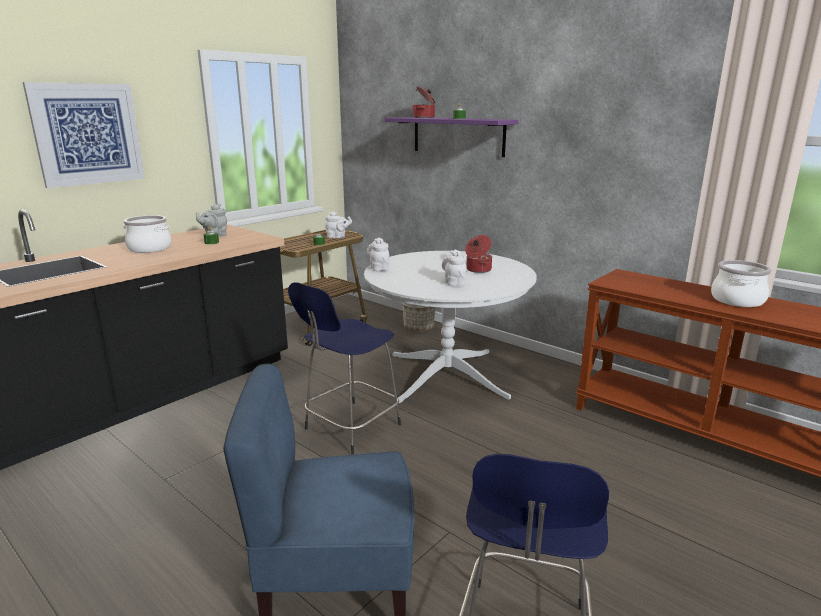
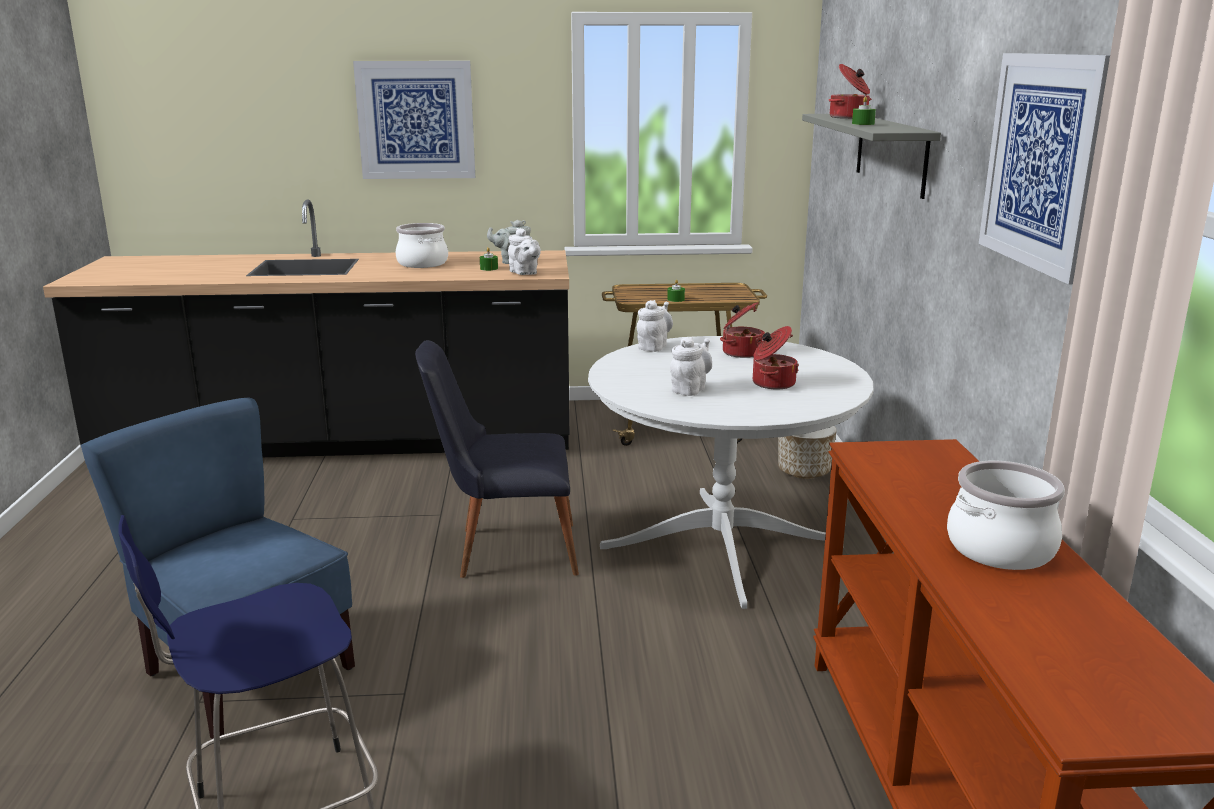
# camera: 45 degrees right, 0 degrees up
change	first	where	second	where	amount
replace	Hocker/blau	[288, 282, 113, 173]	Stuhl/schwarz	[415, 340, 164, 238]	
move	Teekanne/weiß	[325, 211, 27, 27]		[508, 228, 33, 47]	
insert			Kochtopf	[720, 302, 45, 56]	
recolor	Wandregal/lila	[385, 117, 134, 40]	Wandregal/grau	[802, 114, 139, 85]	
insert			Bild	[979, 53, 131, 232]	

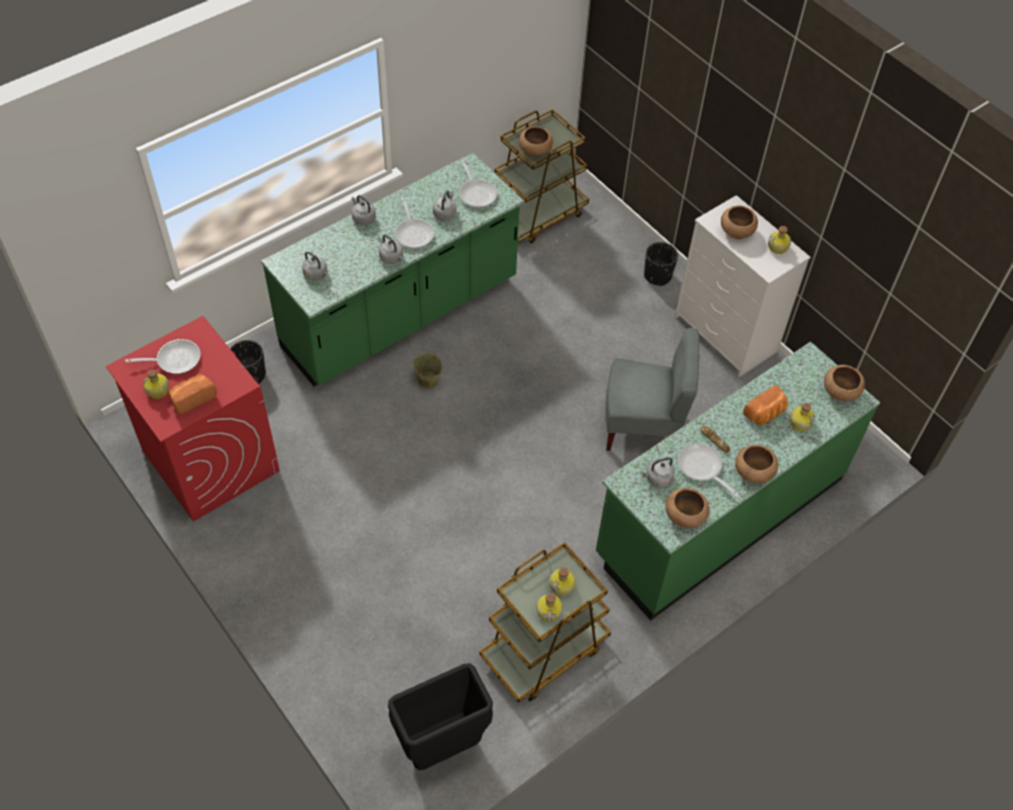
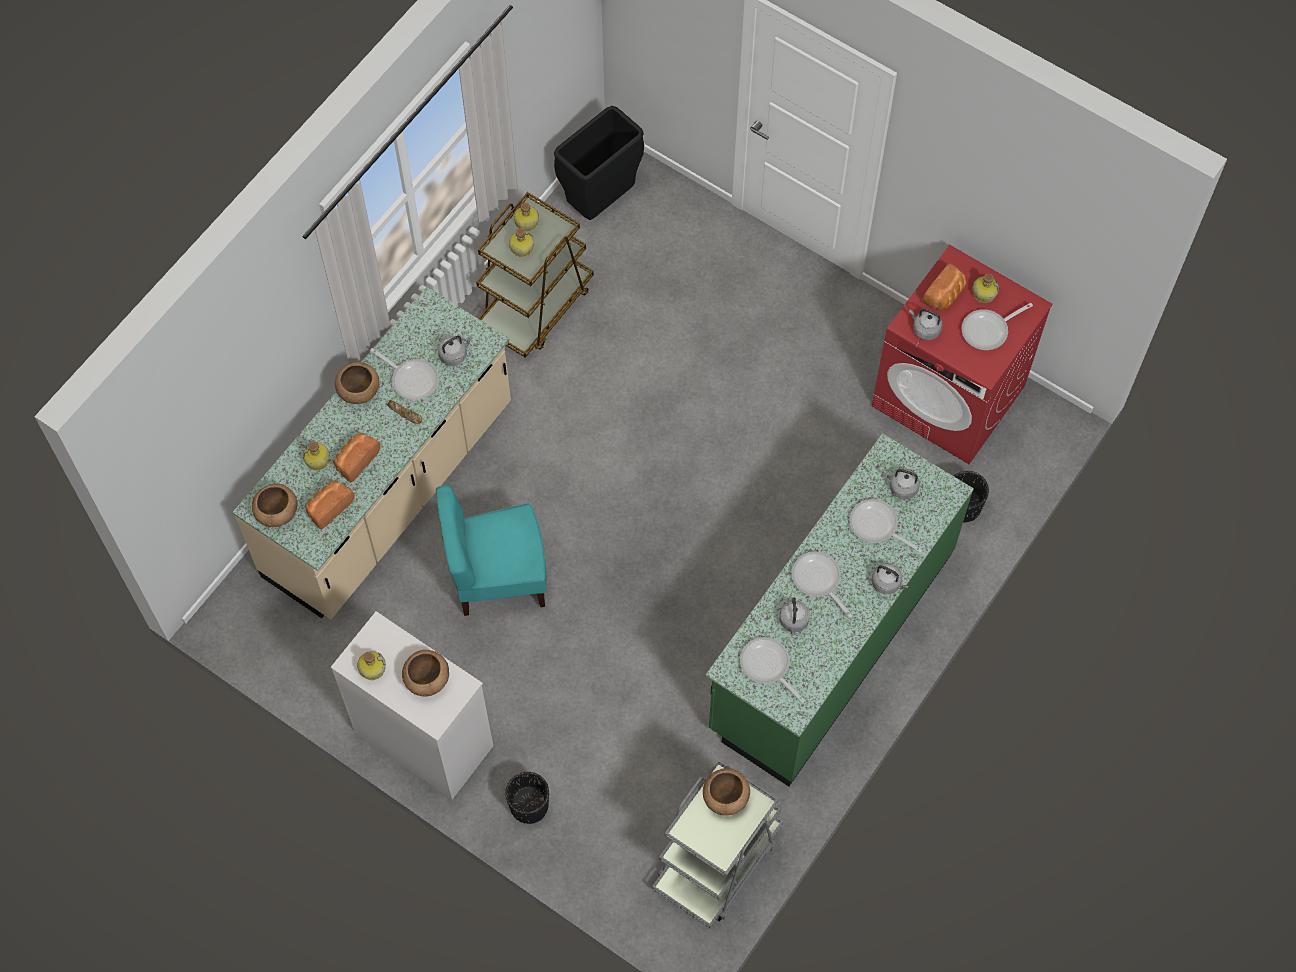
# camera: 165 degrees right, 10 degrees up
change	first	where	second	where	amount
recolor	Küchenzeile/grün	[596, 342, 284, 278]	Küchenzeile/beige	[232, 287, 279, 333]	
insert			Brot	[305, 481, 50, 48]	
recolor	Stuhl/grau	[605, 328, 95, 123]	Stuhl/türkis	[436, 485, 110, 131]	
recolor	Rollwagen/braun	[494, 109, 95, 135]	Rollwagen/grau	[652, 759, 131, 169]	
insert			Pfanne	[850, 499, 72, 54]	
move	Wasserkessel/grau	[379, 234, 24, 30]		[909, 309, 33, 31]	
delete	Eimer/beige	[413, 353, 30, 35]			
delete	Schüssel/braun	[666, 488, 43, 40]			

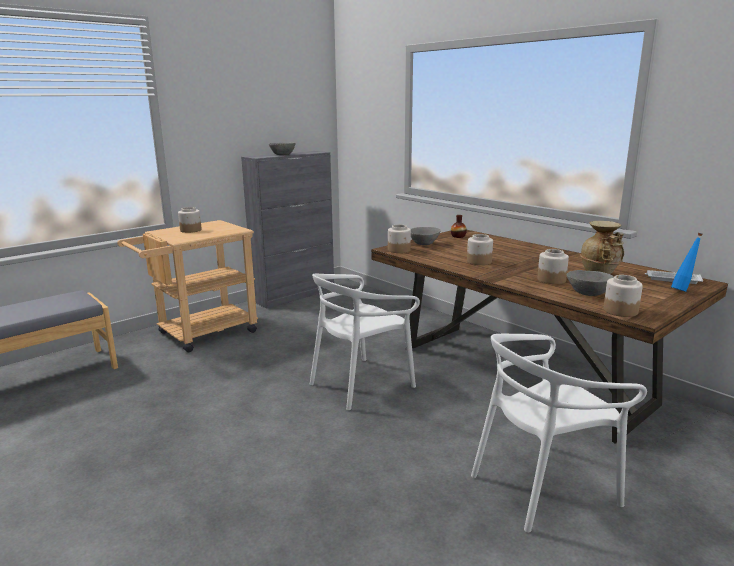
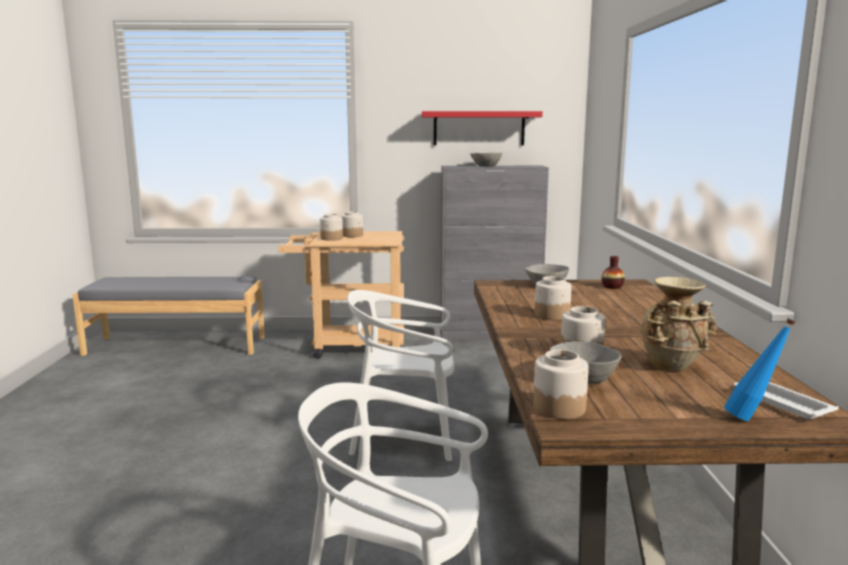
# camera: 40 degrees right, 5 degrees down
change	first	where	second	where	amount
move	Vorratsglas	[388, 224, 23, 29]		[320, 214, 23, 27]	
insert			Wandregal/rot	[422, 111, 121, 34]	

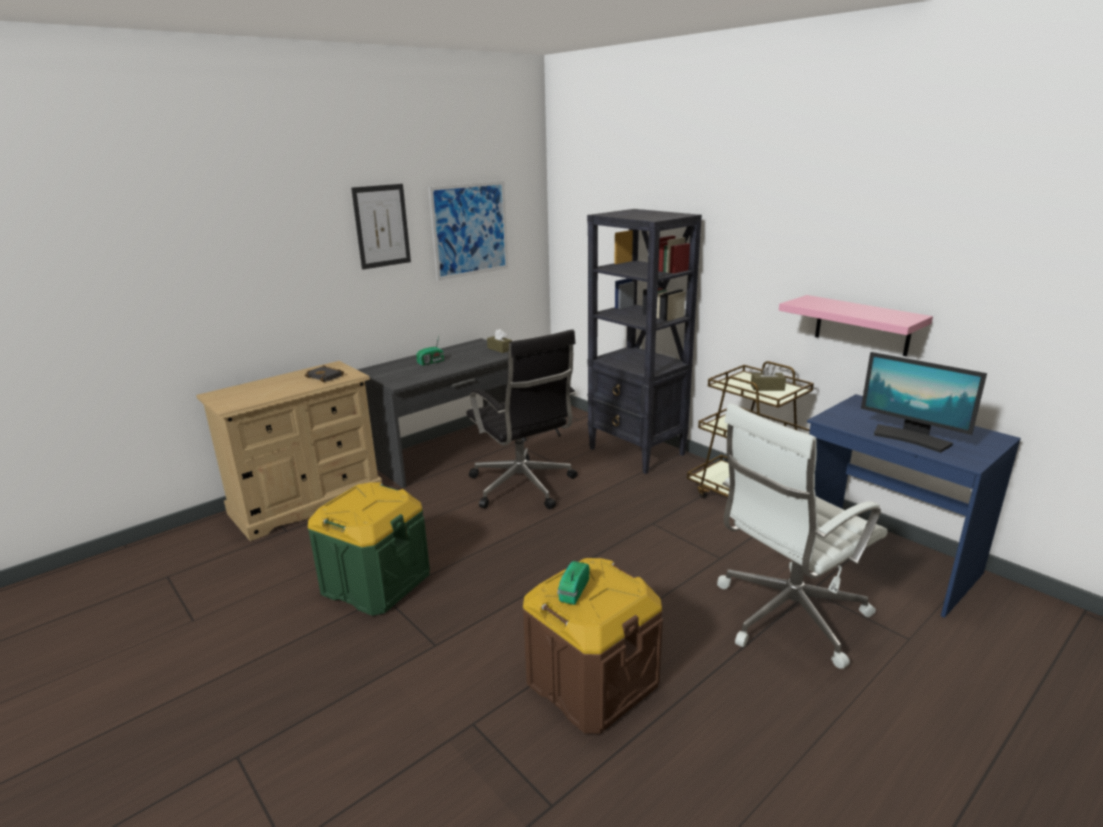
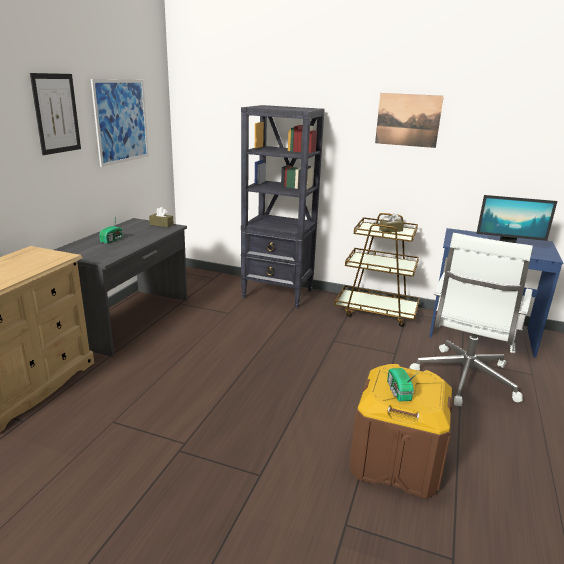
# camera: 30 degrees left, 0 degrees up
change	first	where	second	where	amount
insert			Bild	[375, 93, 69, 55]	
delete	Buch/schwarz	[305, 365, 39, 17]			
delete	Aufbewahrungsbox/grün	[308, 482, 122, 134]			
delete	Bürostuhl/schwarz	[467, 329, 111, 180]			
delete	Wandregal/rosa	[779, 295, 154, 62]			

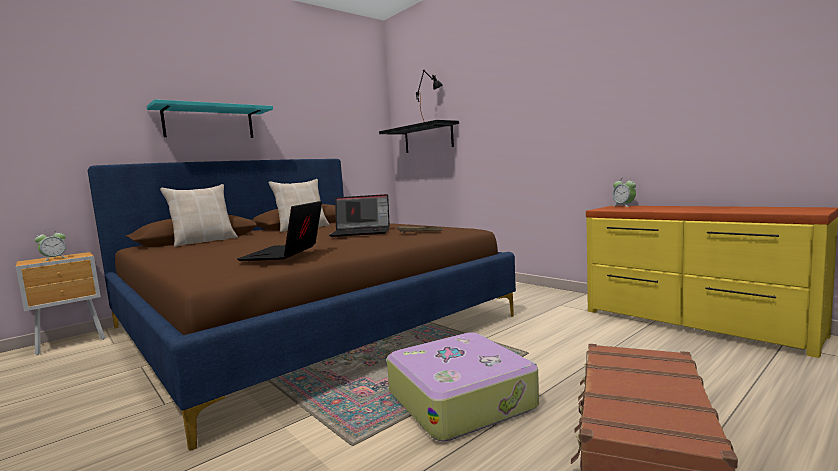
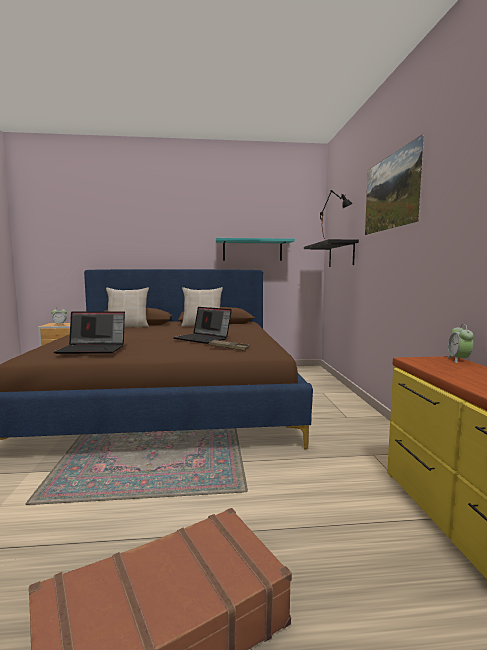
# camera: 35 degrees right, 0 degrees up
change	first	where	second	where	amount
rotate	Laptop	[237, 201, 85, 60]		[54, 311, 71, 43]	135 degrees counterclockwise
move	Wandregal/türkis	[147, 99, 126, 39]		[216, 238, 79, 23]	
insert			Bild	[365, 134, 59, 101]	
delete	Koffer	[387, 333, 152, 108]			

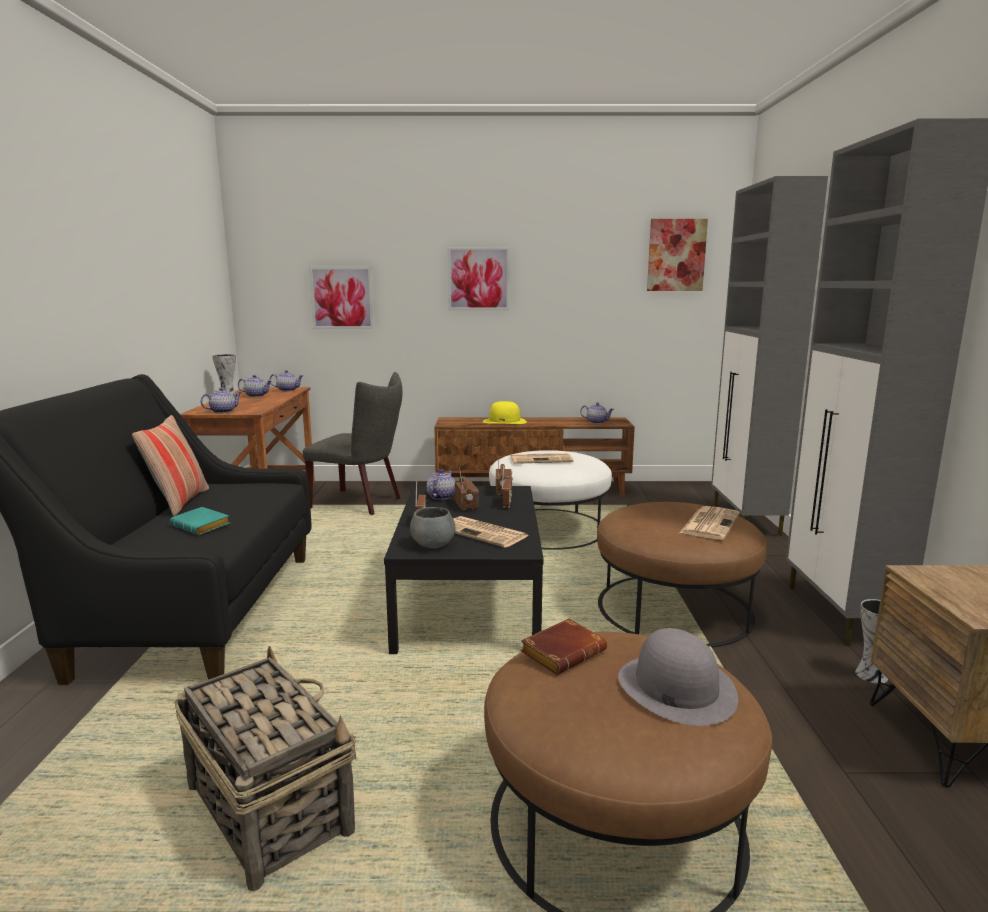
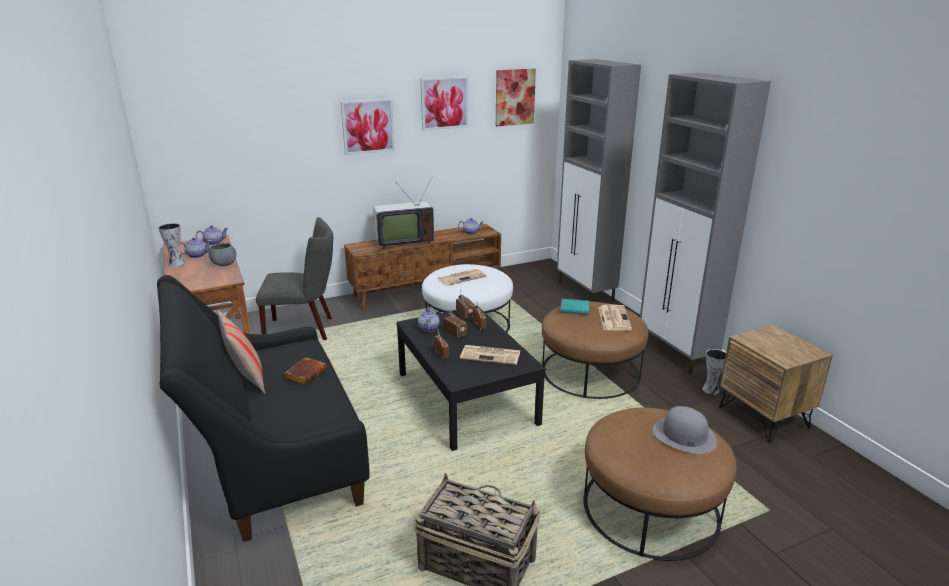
# camera: 25 degrees left, 10 degrees up
change	first	where	second	where	amount
move	Schüssel/grau	[410, 507, 46, 41]		[209, 243, 28, 23]	
move	Buch/braun	[520, 618, 87, 57]		[284, 357, 43, 28]	
replace	Hut/gelb	[483, 401, 44, 23]	Fernseher	[373, 177, 61, 72]	
move	Bild	[309, 267, 65, 62]		[421, 76, 48, 55]	
move	Buch/türkis	[170, 507, 60, 28]		[561, 299, 28, 16]	
delete	Teekanne	[201, 388, 41, 25]			

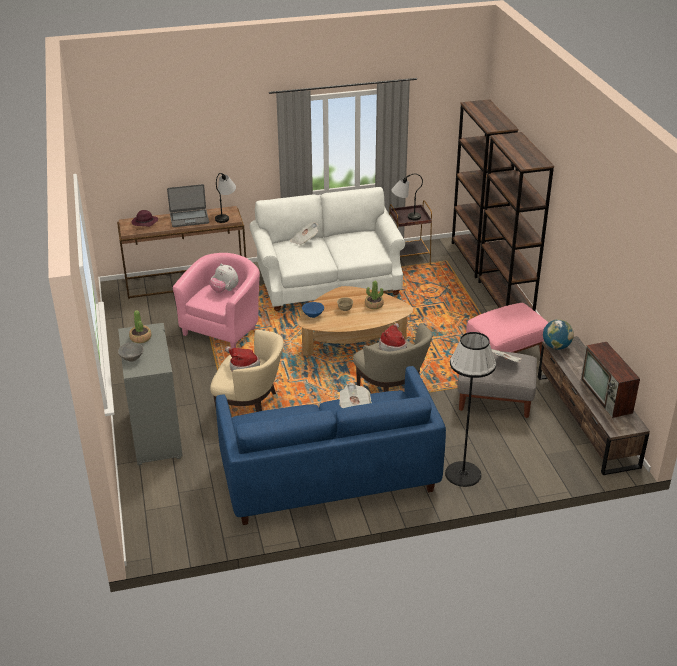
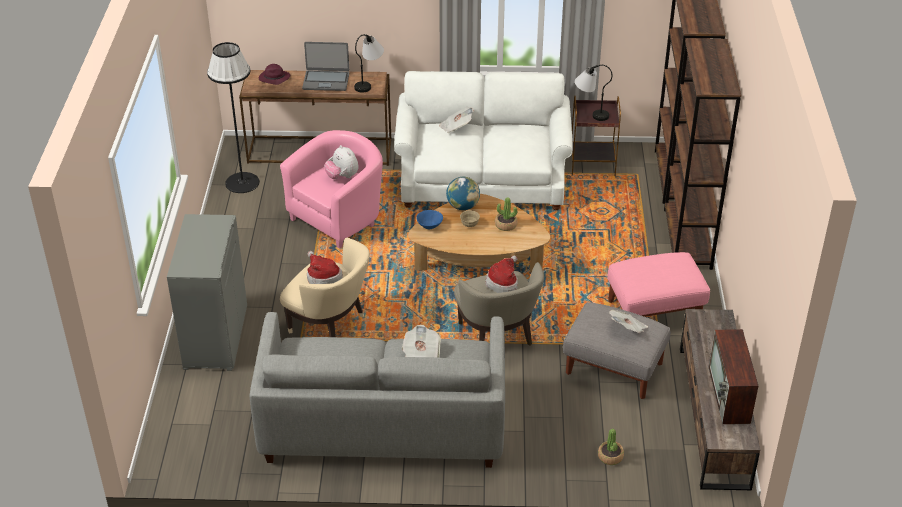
# camera: 15 degrees right, 5 degrees up
change	first	where	second	where	amount
move	Stehlampe/schwarz	[445, 332, 51, 155]		[207, 42, 53, 151]	
recolor	Sofa/blau	[216, 366, 230, 159]	Sofa/grau	[250, 312, 255, 156]	
move	Globus	[543, 319, 31, 31]		[446, 177, 34, 33]	
move	Topfpflanze	[129, 310, 22, 33]		[598, 429, 26, 36]	
delete	Schüssel/grau	[118, 342, 26, 20]			

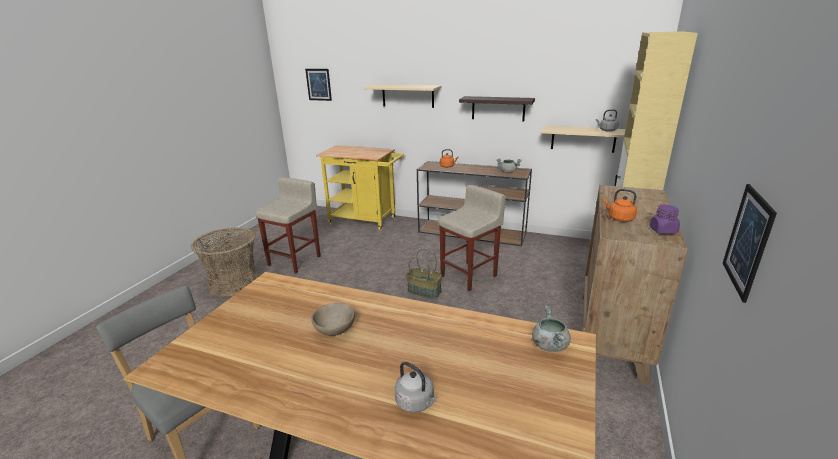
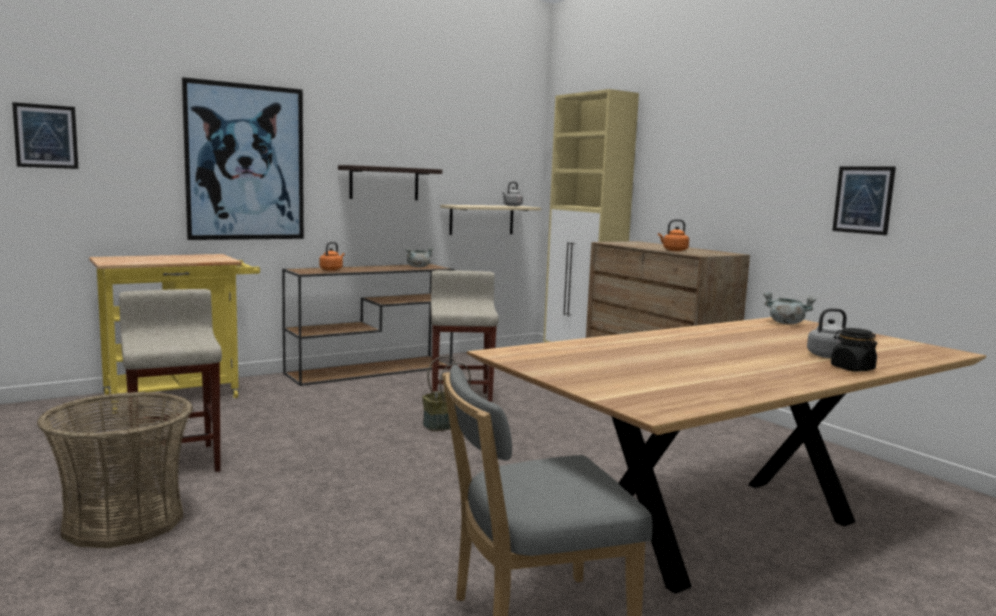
# camera: 55 degrees left, 15 degrees down
change	first	where	second	where	amount
replace	Wandregal/beige	[364, 84, 78, 24]	Bild	[182, 77, 122, 163]	
insert			Vorratsglas/schwarz	[831, 328, 46, 44]	
delete	Schüssel/beige	[311, 303, 44, 33]			
delete	Vorratsglas/lila	[650, 204, 30, 30]			

